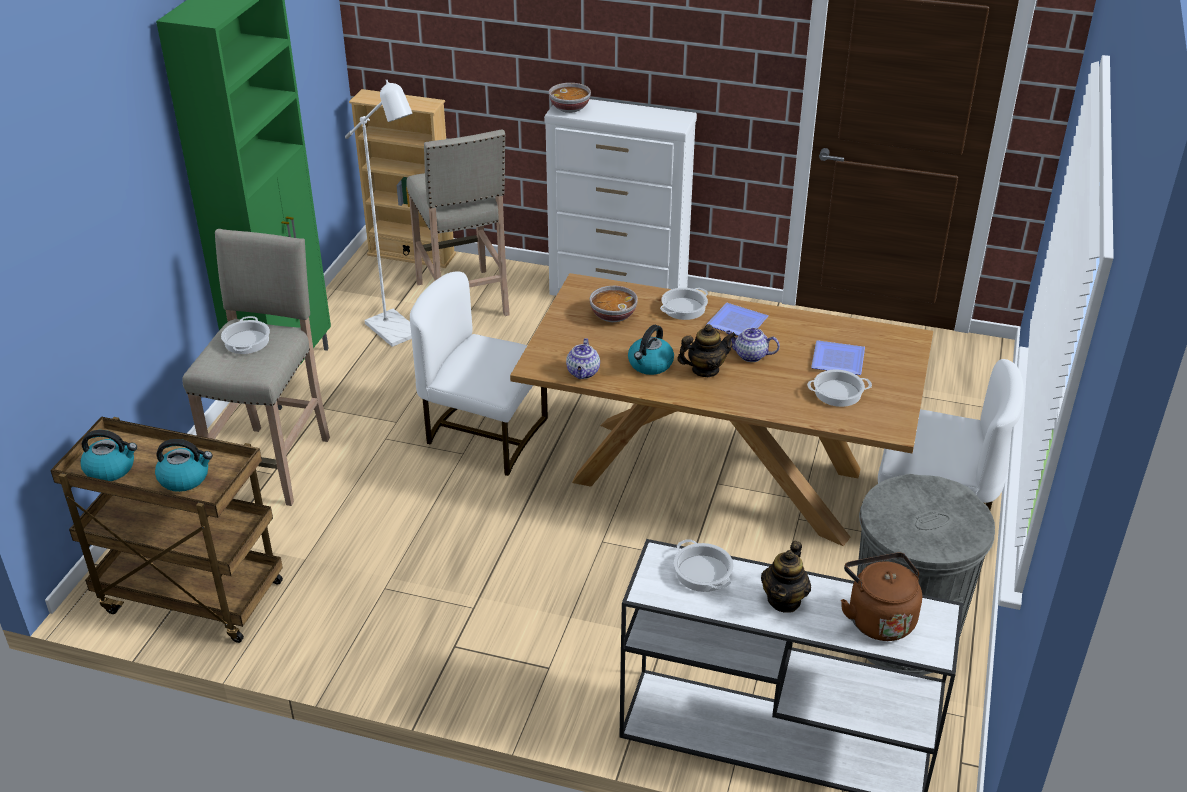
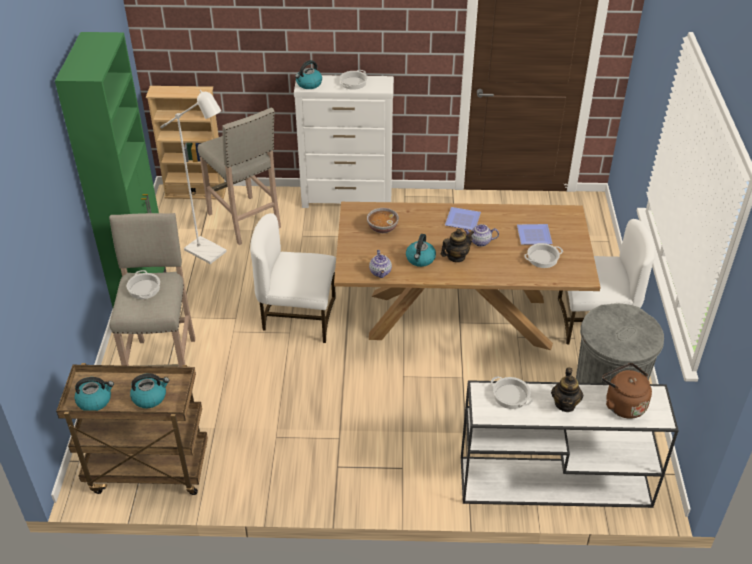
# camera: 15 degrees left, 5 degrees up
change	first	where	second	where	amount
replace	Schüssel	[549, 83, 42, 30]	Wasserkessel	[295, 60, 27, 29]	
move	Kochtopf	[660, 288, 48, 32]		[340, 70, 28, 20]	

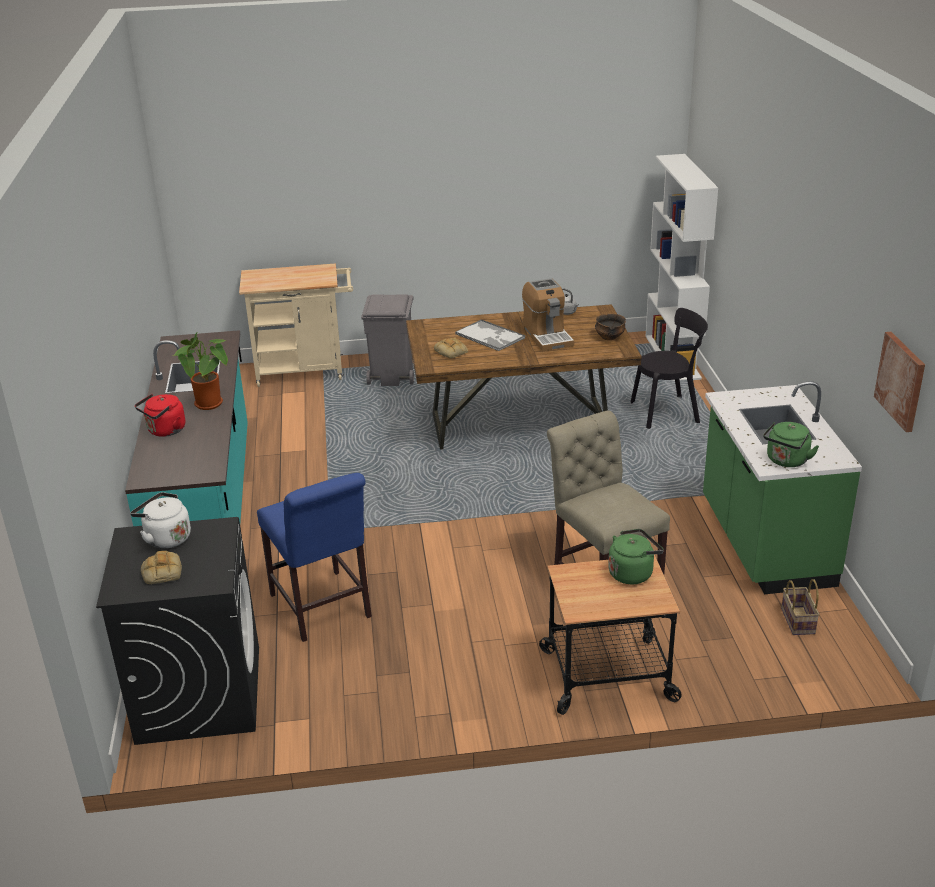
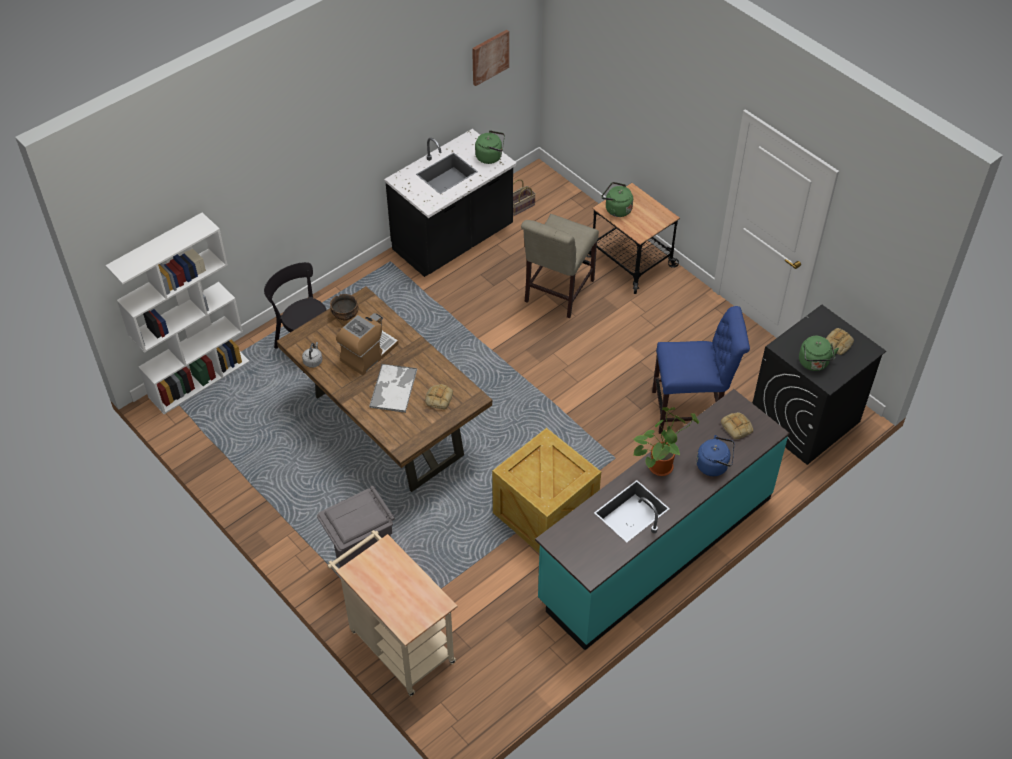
# camera: 125 degrees left, 20 degrees up
change	first	where	second	where	amount
recolor	Küchenzeile/grün	[703, 381, 159, 213]	Küchenzeile/schwarz	[384, 129, 133, 148]	
insert			Kiste	[492, 428, 109, 125]	
rotate	Stuhl/blau	[257, 473, 115, 169]		[652, 306, 98, 128]	60 degrees clockwise
recolor	Wasserkessel/rot	[135, 394, 50, 43]	Wasserkessel/blau	[696, 435, 38, 41]	
insert			Brot	[721, 412, 32, 27]	
recolor	Wasserkessel/weiß	[130, 492, 61, 57]	Wasserkessel/grün	[799, 336, 40, 35]	

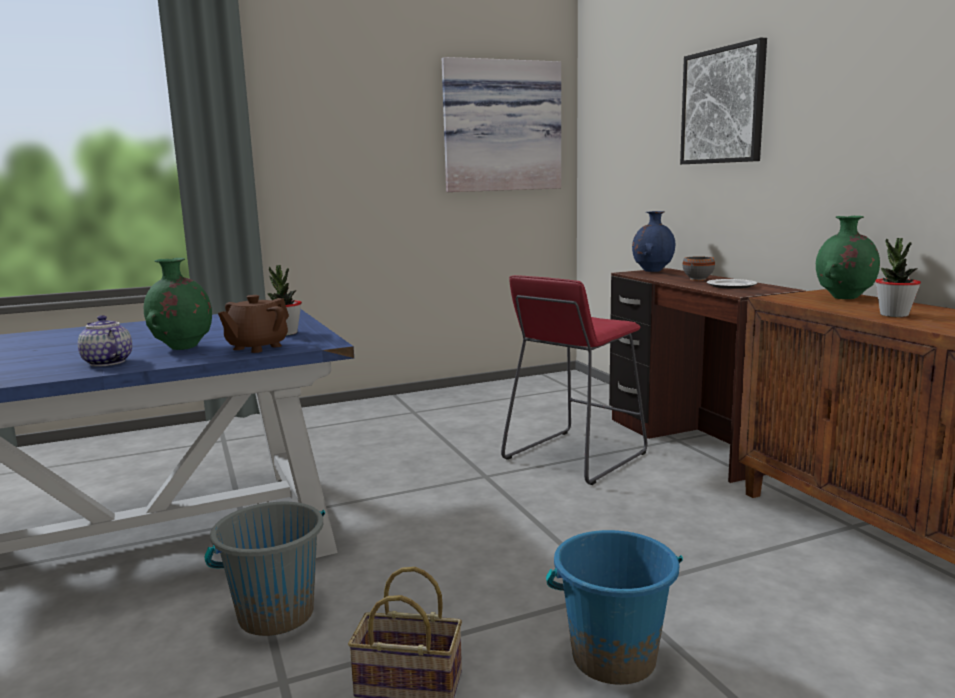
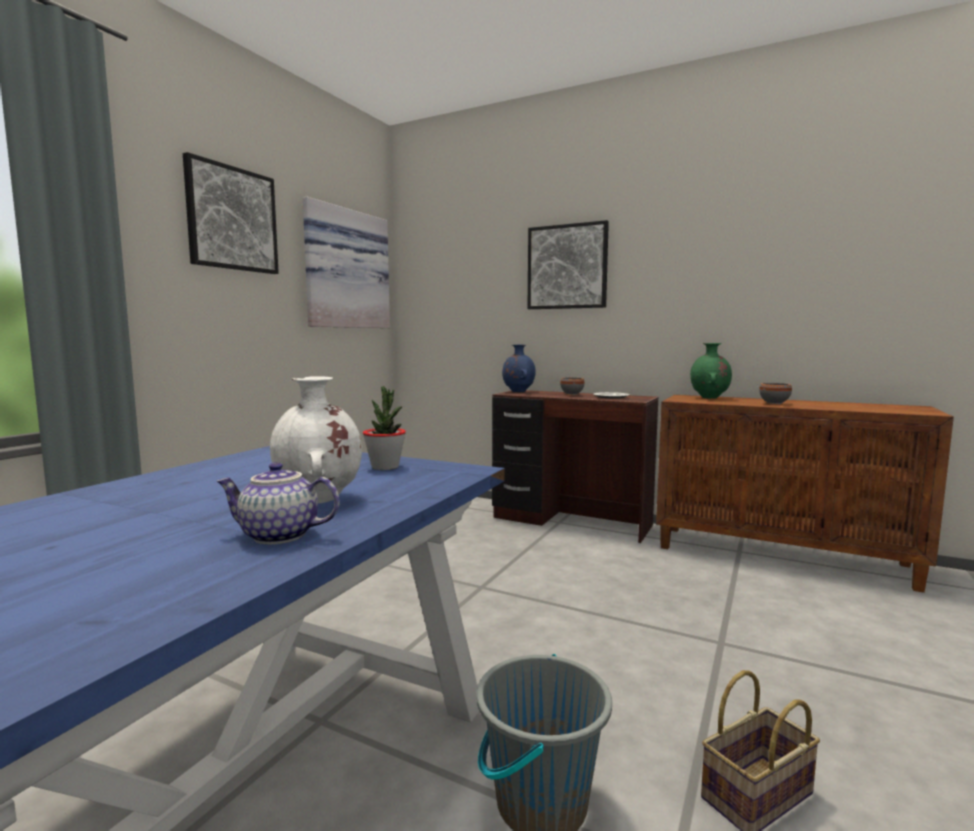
# camera: 40 degrees left, 5 degrees down
change	first	where	second	where	amount
insert			Bild	[183, 152, 96, 122]	
recolor	Vase/grün	[144, 258, 68, 92]	Vase/weiß	[270, 376, 92, 128]	
replace	Topfpflanze	[875, 238, 46, 79]	Schüssel/grau	[759, 383, 33, 22]	
delete	Teekanne/braun	[218, 295, 71, 58]			
delete	Hocker/rot	[501, 275, 146, 210]			
delete	Eimer/blau	[546, 530, 137, 155]			

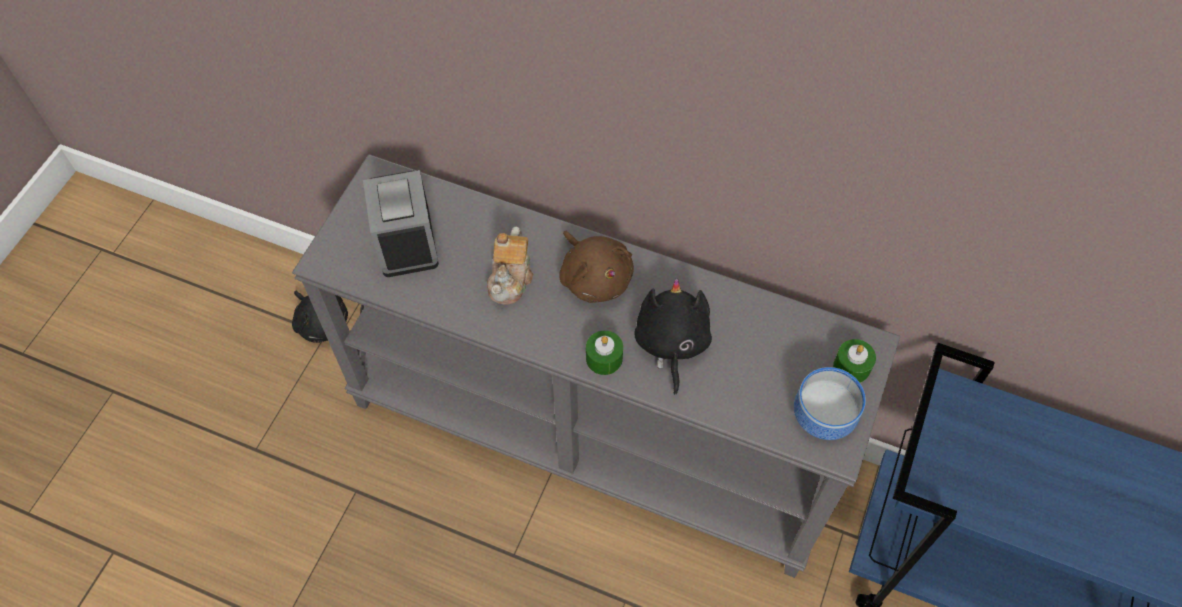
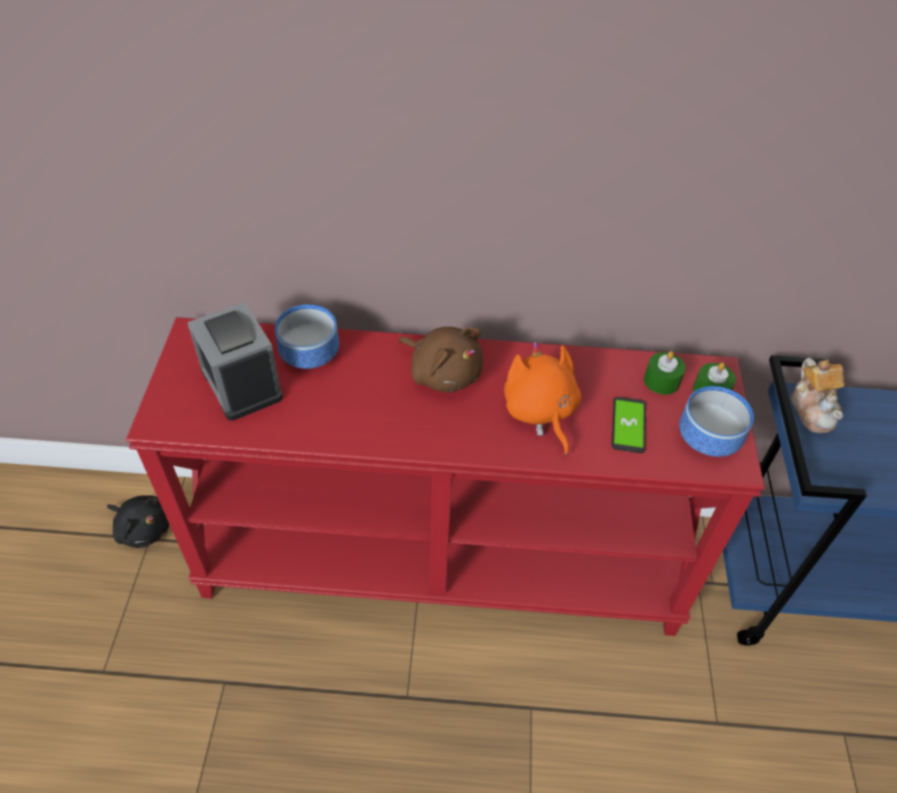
# camera: 20 degrees left, 10 degrees down
change	first	where	second	where	amount
recolor	Konsolentisch/grau	[292, 154, 608, 424]	Konsolentisch/rot	[126, 317, 639, 319]	
insert			Schüssel	[275, 305, 64, 64]	
recolor	Plüschtier/schwarz	[634, 278, 78, 118]	Plüschtier/orange	[504, 342, 77, 113]	
insert			Handy	[612, 397, 34, 56]	
move	Kerze/grün	[586, 331, 37, 44]		[644, 351, 41, 44]	
move	Teekanne	[487, 227, 46, 78]		[791, 358, 54, 75]	

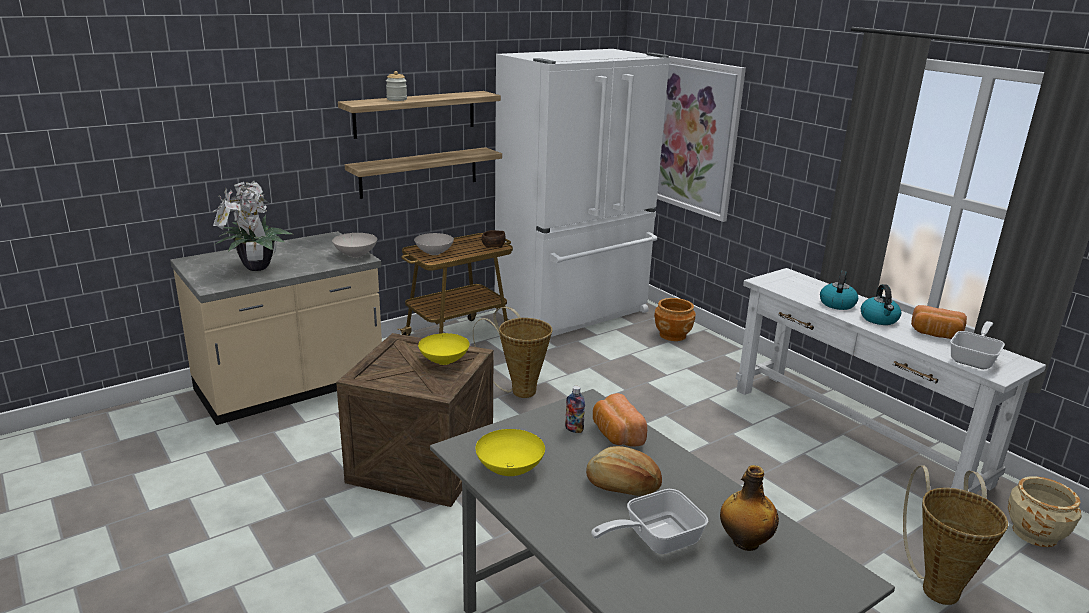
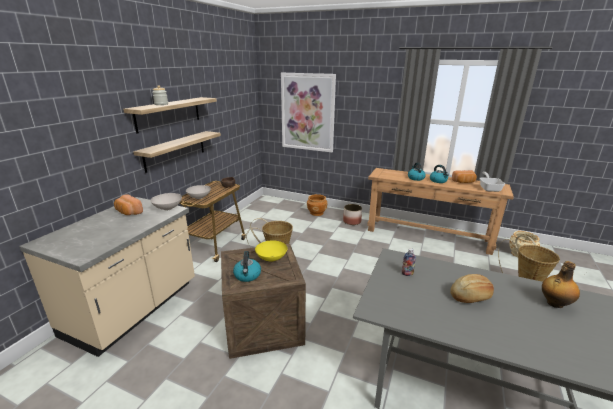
# camera: 30 degrees left, 0 degrees up
change	first	where	second	where	amount
move	Brot	[593, 393, 54, 53]		[114, 194, 29, 21]	
insert			Wasserkessel	[233, 251, 28, 31]	
insert			Pflanzkübel	[343, 204, 19, 21]	
recolor	Konsolentisch/weiß	[736, 268, 310, 226]	Konsolentisch/braun	[367, 168, 147, 87]	
delete	Topfpflanze	[213, 181, 79, 90]			
delete	Schüssel/gelb	[475, 429, 70, 47]			
delete	Kühlschrank/weiß	[495, 49, 175, 288]			
delete	Pfanne	[591, 489, 117, 65]			

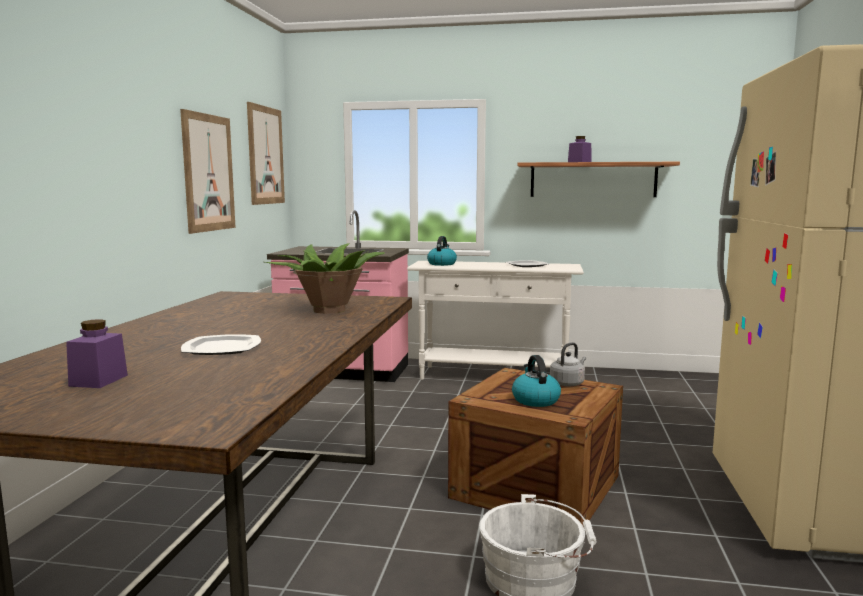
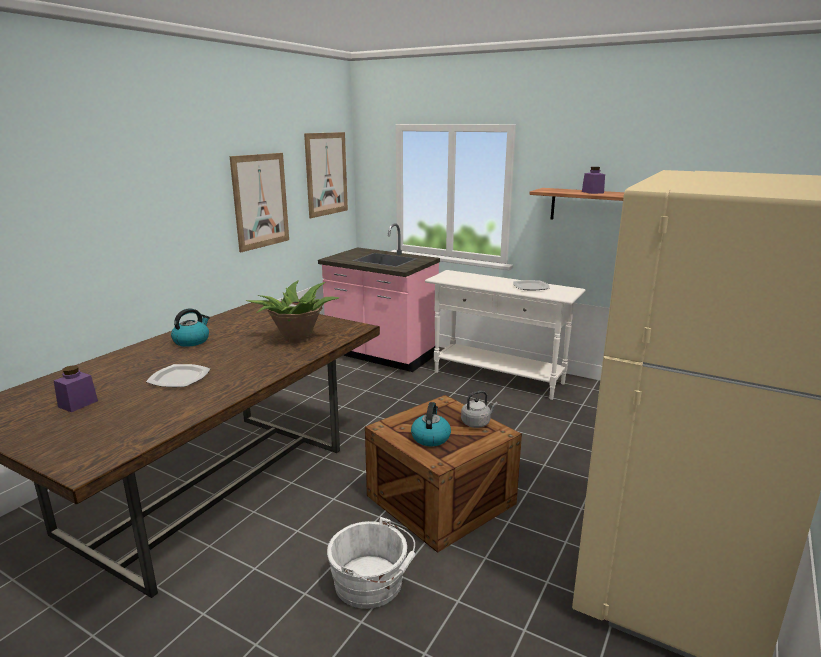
# camera: 20 degrees right, 10 degrees up
change	first	where	second	where	amount
move	Wasserkessel	[427, 236, 30, 30]		[171, 308, 39, 39]	

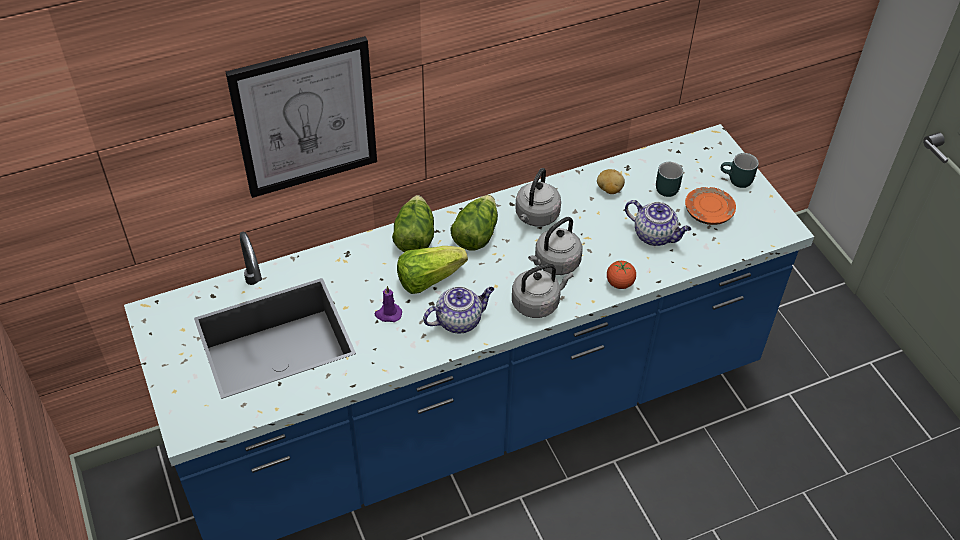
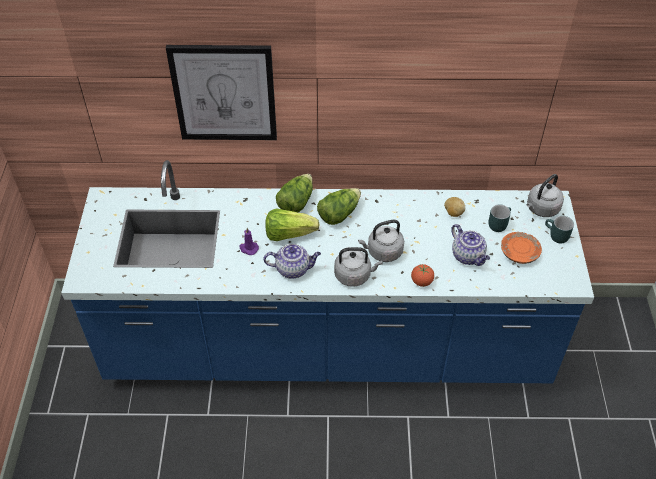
# camera: 25 degrees right, 0 degrees up
change	first	where	second	where	amount
move	Wasserkessel/grau	[515, 168, 46, 59]		[527, 174, 37, 43]	

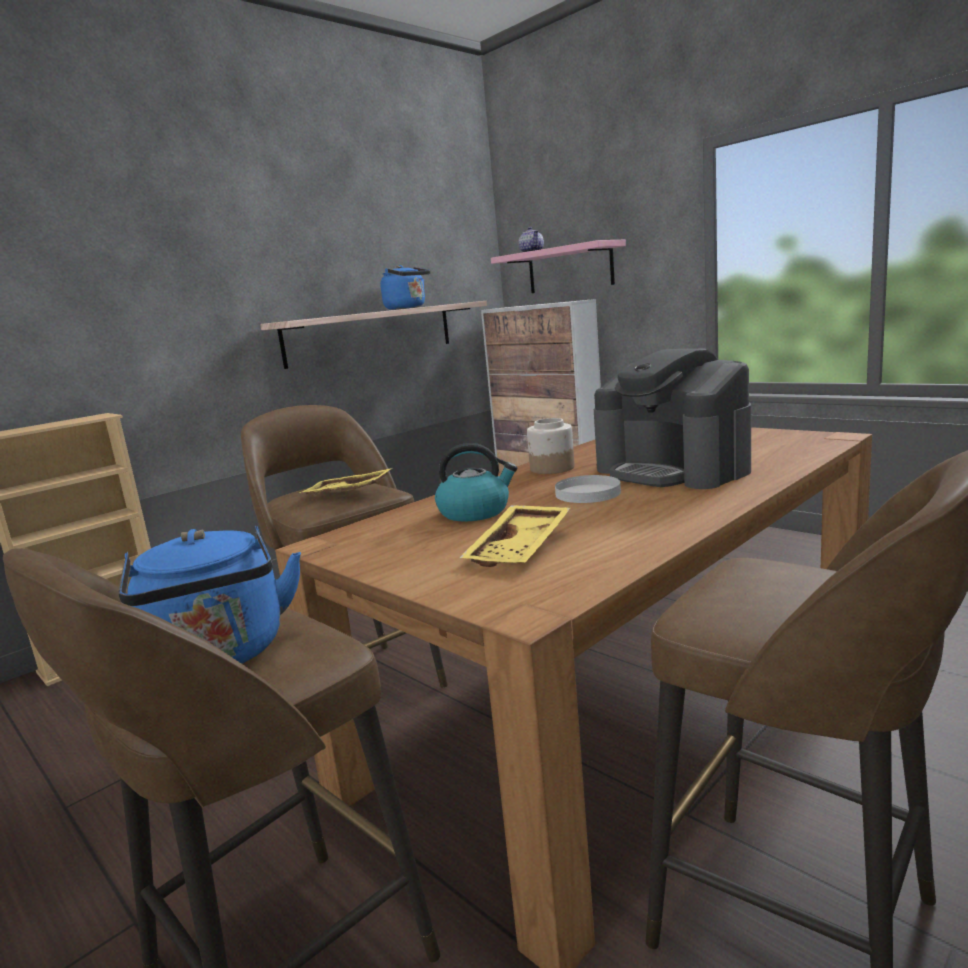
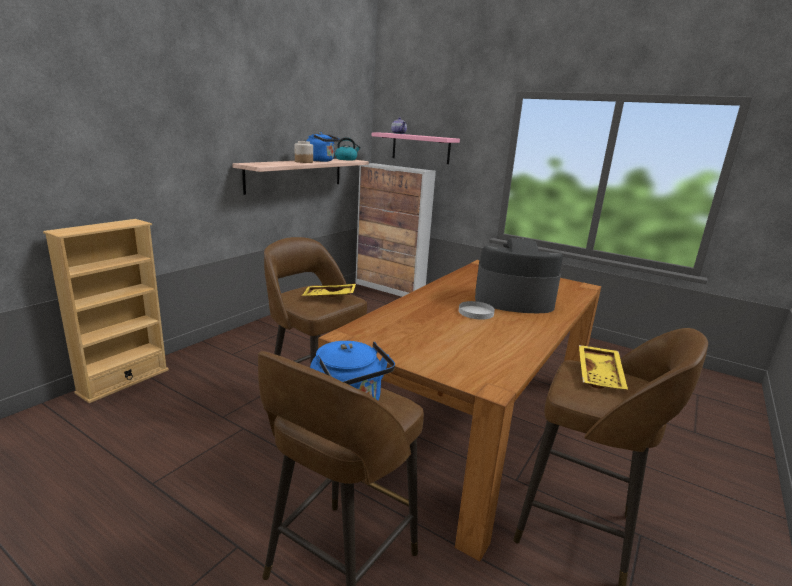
# camera: 15 degrees left, 5 degrees up
change	first	where	second	where	amount
move	Vorratsglas	[527, 418, 48, 56]		[295, 141, 18, 22]	
move	Wasserkessel	[435, 443, 83, 78]		[335, 137, 26, 24]	
rotate	Kaffeemaschine	[594, 349, 157, 140]		[475, 238, 88, 75]	150 degrees clockwise
move	Tablett/gelb	[460, 505, 110, 62]		[579, 345, 49, 44]	

